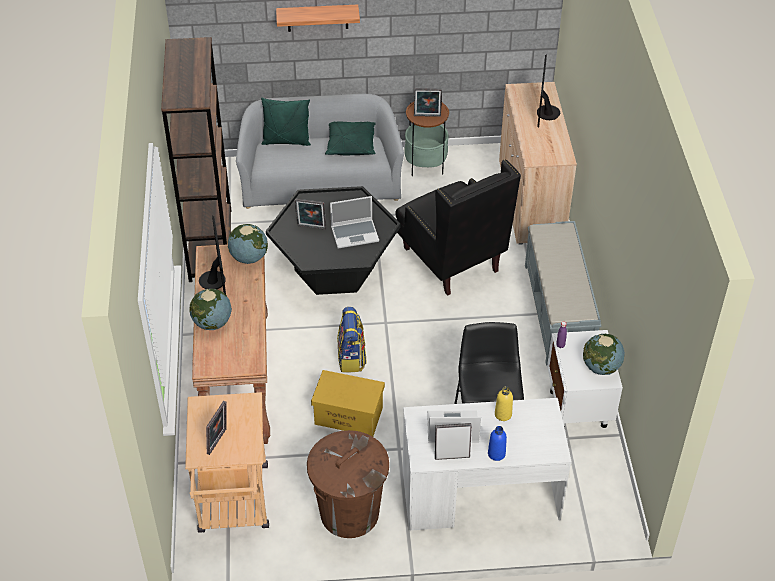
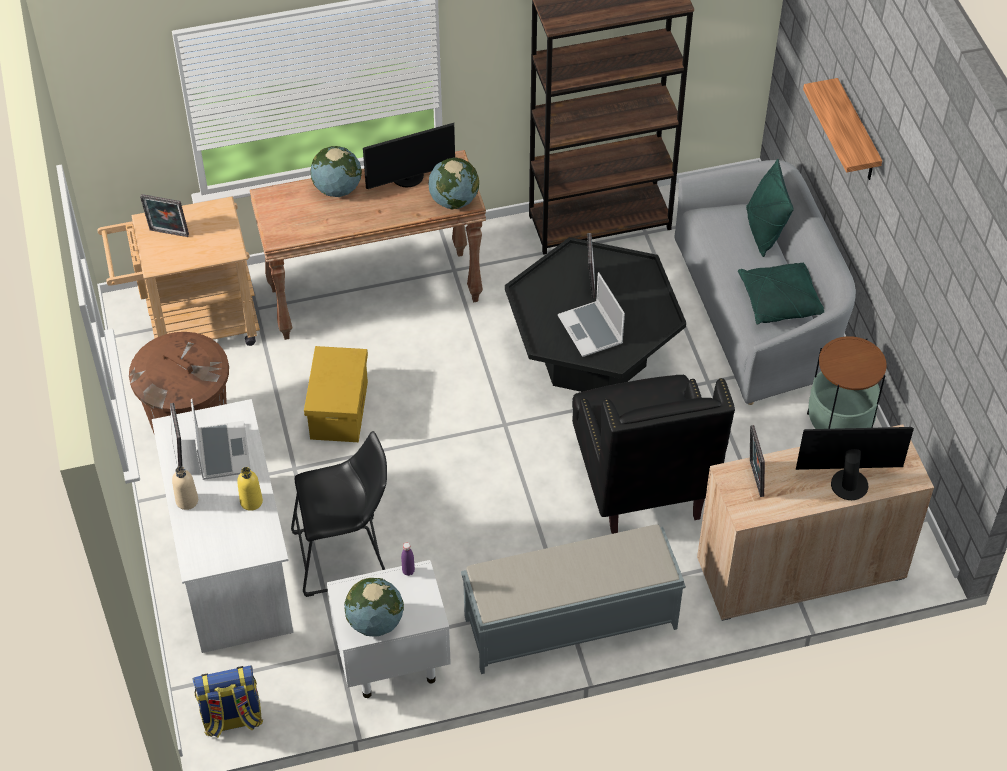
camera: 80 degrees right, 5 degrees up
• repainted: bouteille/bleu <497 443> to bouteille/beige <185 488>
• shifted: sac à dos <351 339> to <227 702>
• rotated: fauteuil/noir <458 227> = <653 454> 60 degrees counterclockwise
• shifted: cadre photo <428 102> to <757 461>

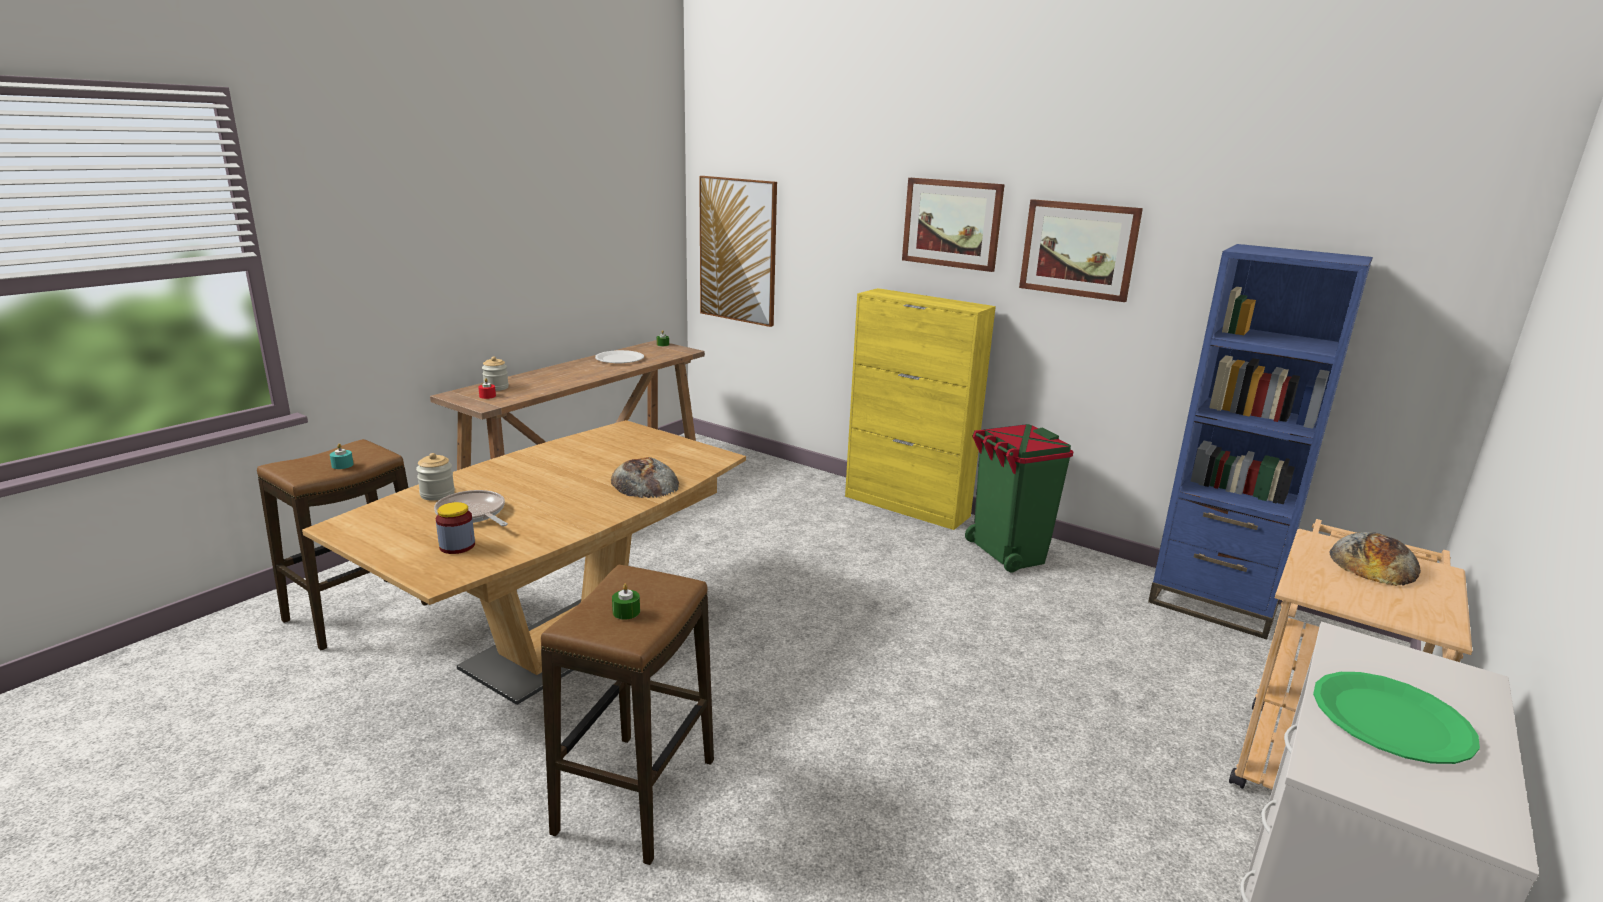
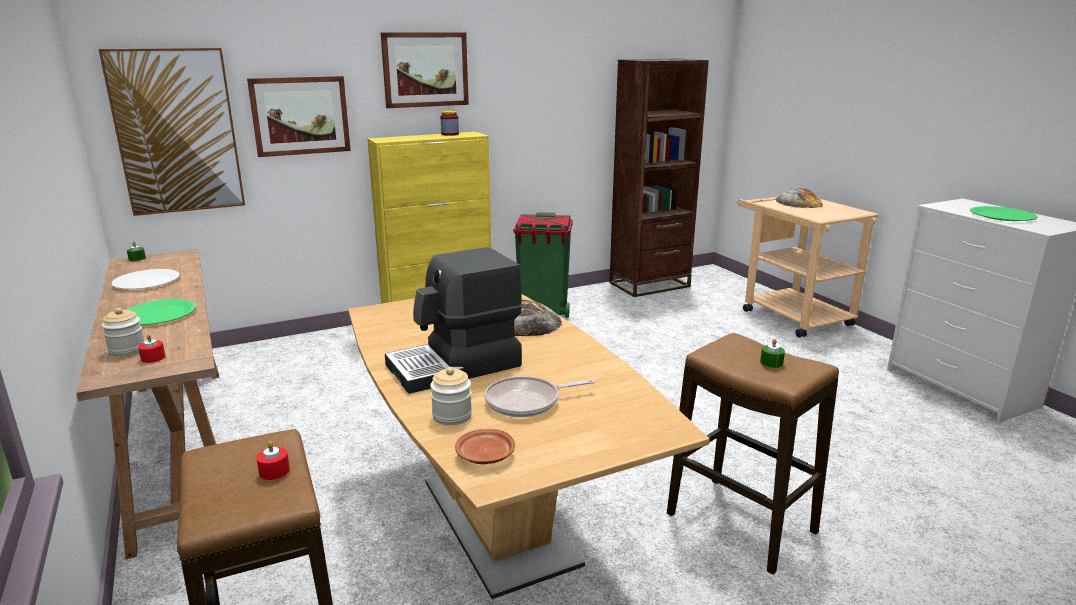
camera: 60 degrees left, 0 degrees up
• new: assiette/vert <161 312>
• shifted: tableau <1081 250> to <299 116>
• repainted: bougie/turquoise <342 456> to bougie/rouge <273 460>
• new: machine à café <453 320>
• shifted: bocal <455 528> to <450 123>
• new: assiette/marron <485 446>
• repainted: bibliothèque/bleu <1260 442> to bibliothèque/marron <659 178>

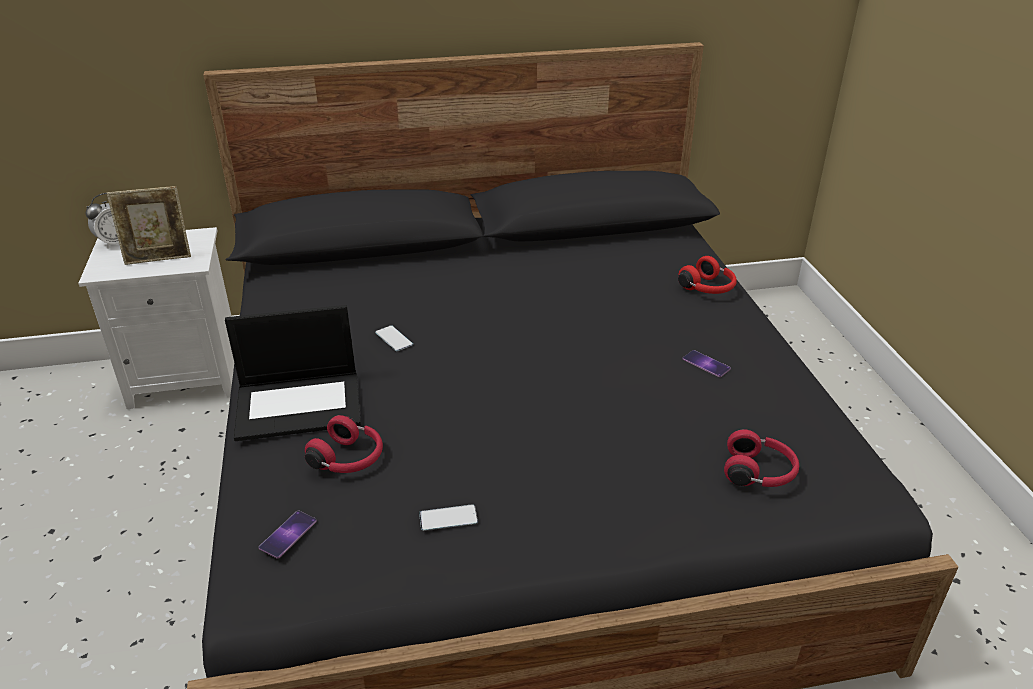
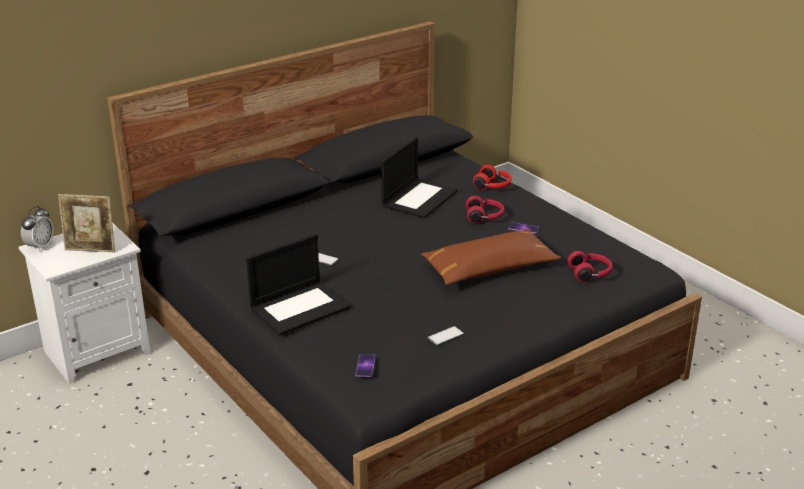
camera: 25 degrees left, 5 degrees down
• rotated: cadre photo <149 225> = <86 223> 45 degrees clockwise
• new: ordinateur portable <419 178>
• new: coussin/marron <491 257>
• shifted: casque audio/rouge <344 444> to <485 209>

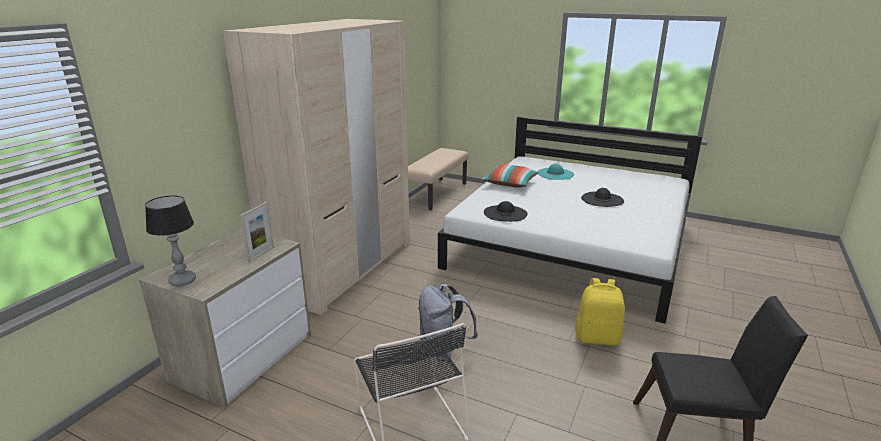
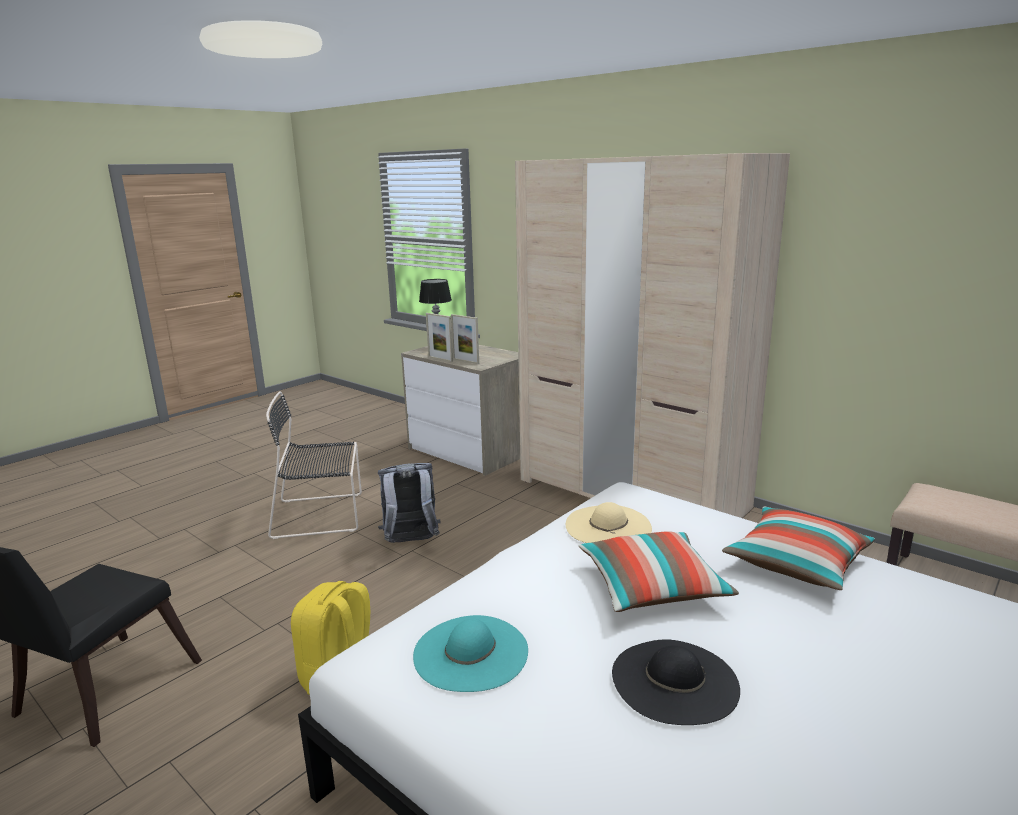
camera: 105 degrees right, 5 degrees down
• shifted: chapeau/turquoise <555 172> to <470 653>
• new: cadre photo <439 337>
• repainted: chapeau/noir <505 211> to chapeau/beige <609 522>
• new: coussin <659 571>

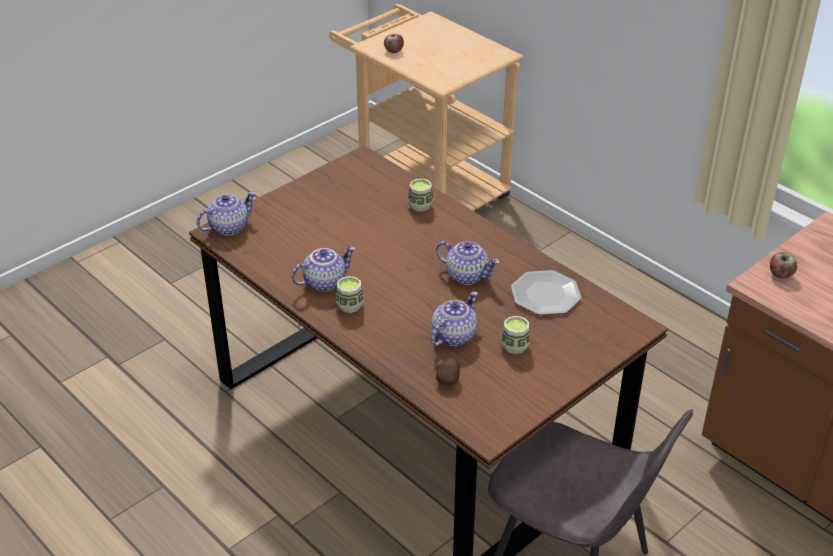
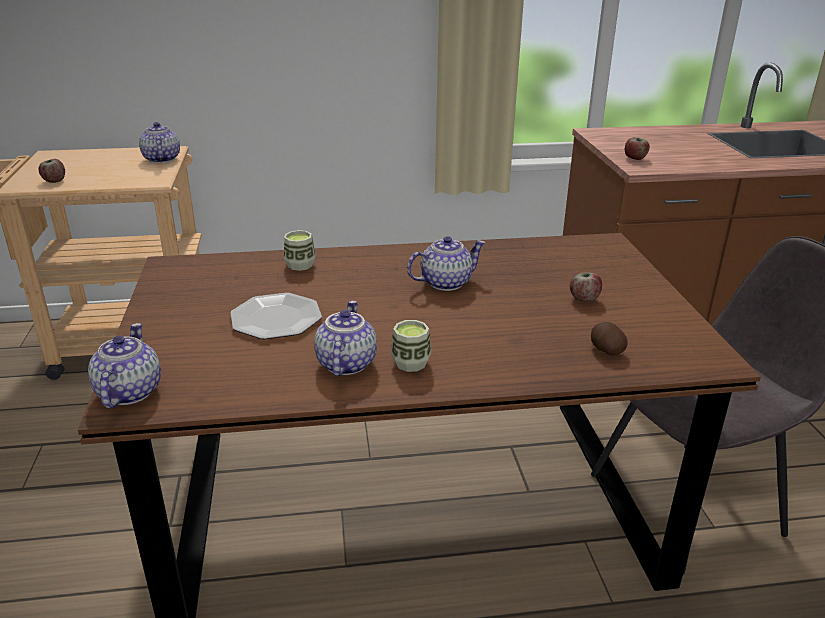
camera: 55 degrees left, 10 degrees down
• shifted: théière <454 318> to <159 142>
• shifted: assiette <546 292> to <276 316>
• swapped: tasse <515 335> to pomme <586 287>

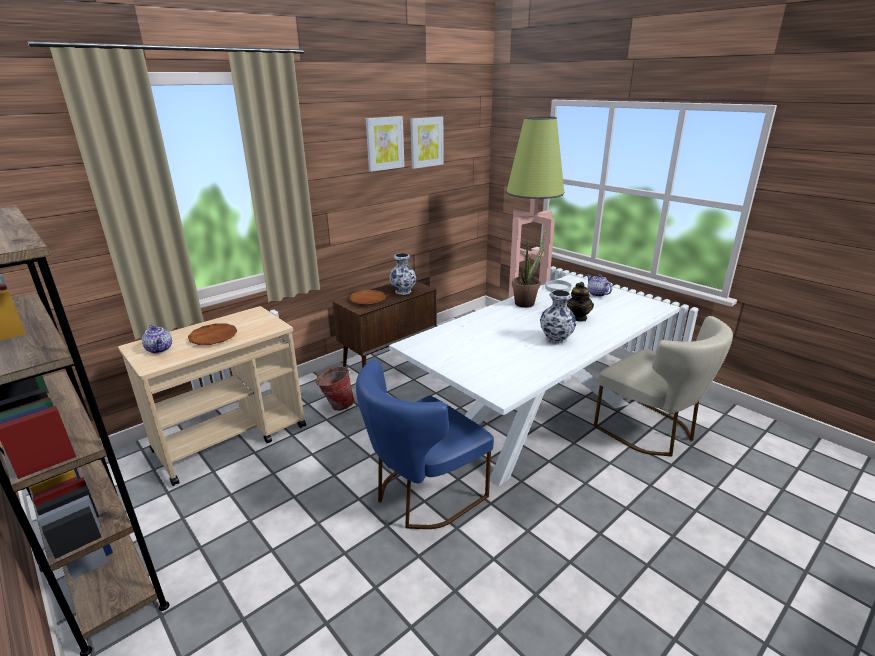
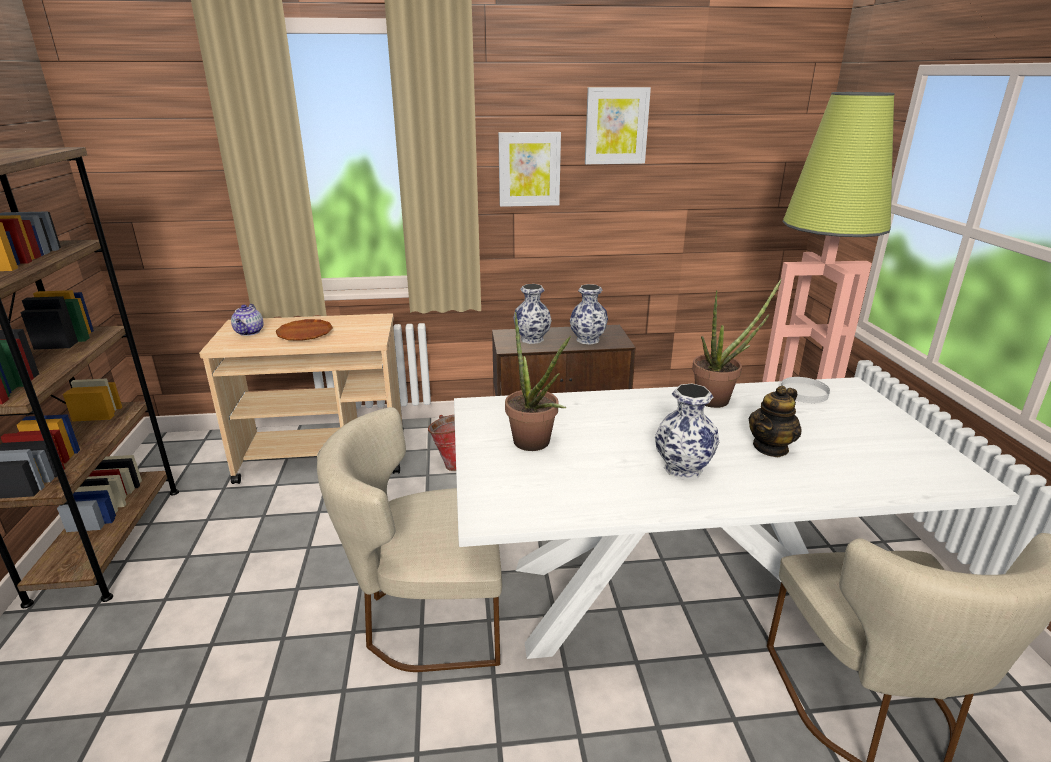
camera: 35 degrees right, 0 degrees up
• repainted: chaise/bleu <425 444> to chaise/beige <409 539>
• shifted: tableau <427 143> to <529 169>
• new: plante en pot <538 381>
• swapped: assiette/marron <367 297> to vase <532 314>
• gone: théière <599 285>

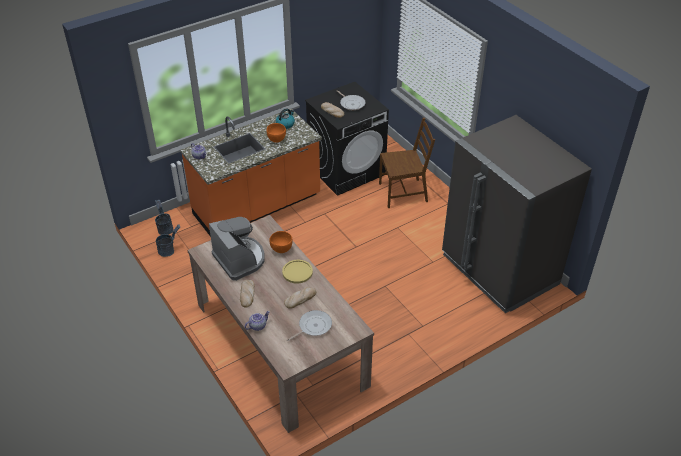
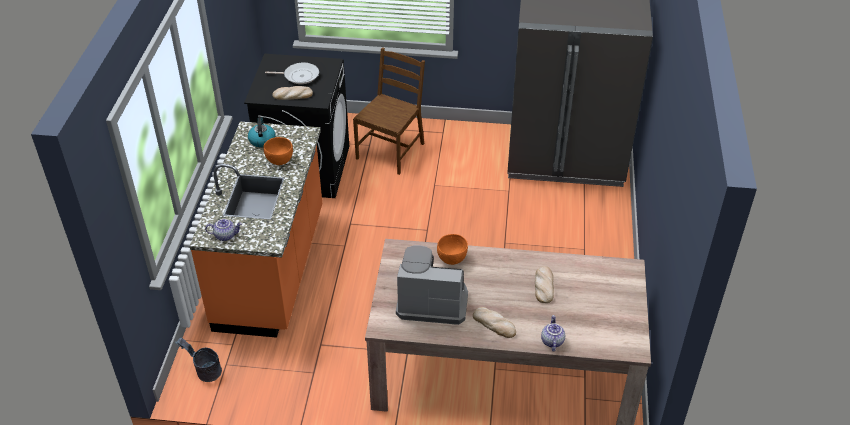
camera: 50 degrees left, 0 degrees up
• gone: seau/gris <168 240>
• gone: assiette/jaune <297 272>
• gone: poêle <309 325>

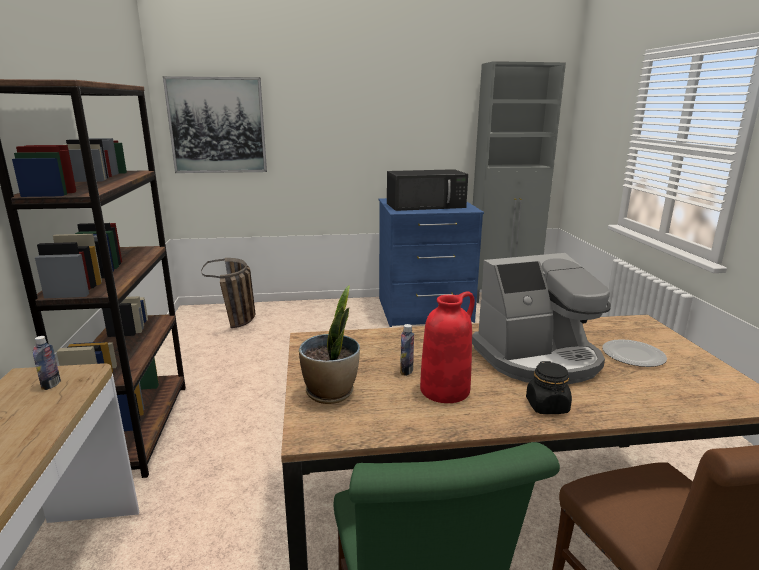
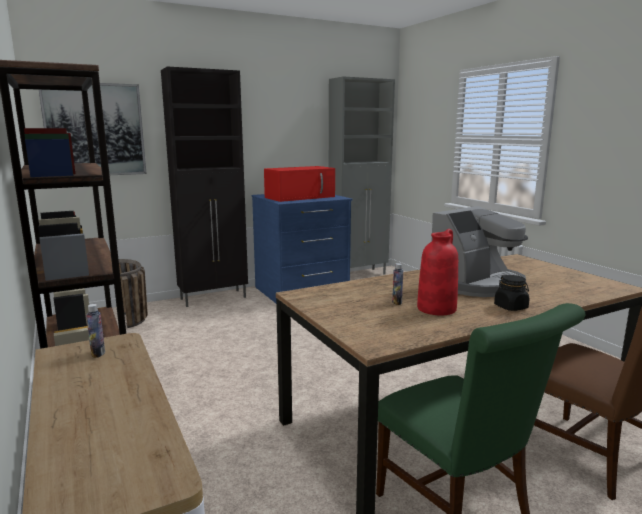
camera: 20 degrees left, 5 degrees down
• new: meuble de rangement/noir <204 187>
• repainted: micro-ondes/noir <427 190> to micro-ondes/rouge <299 184>
• gone: plante en pot <329 344>
• gone: assiette <634 353>

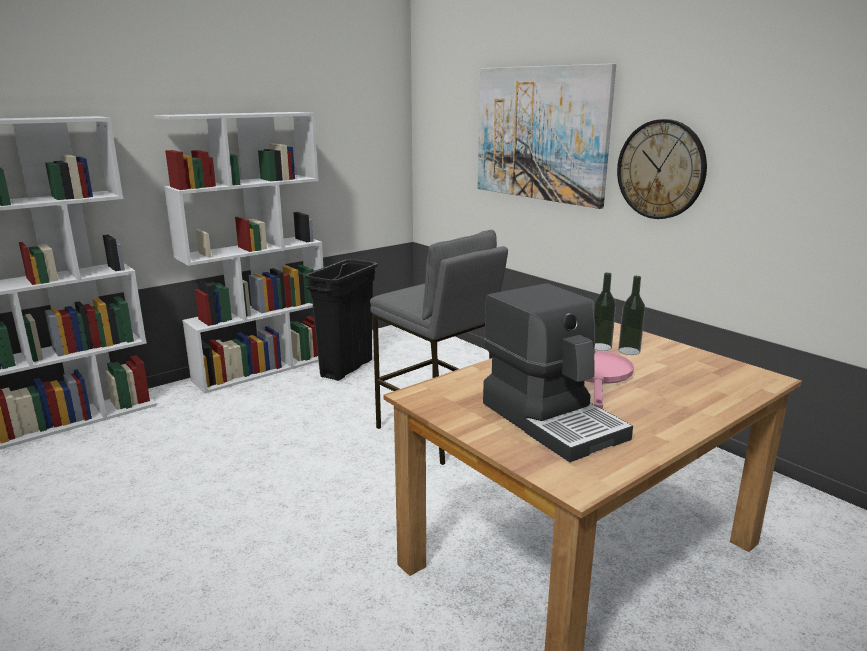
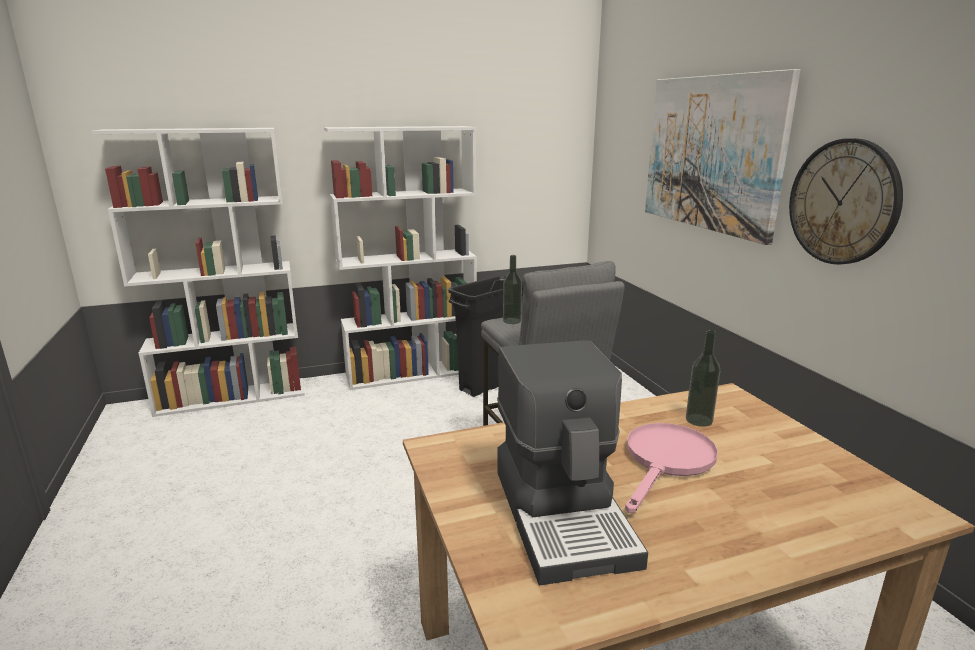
camera: 20 degrees right, 0 degrees up
• shifted: bouteille <631 315> to <512 289>

